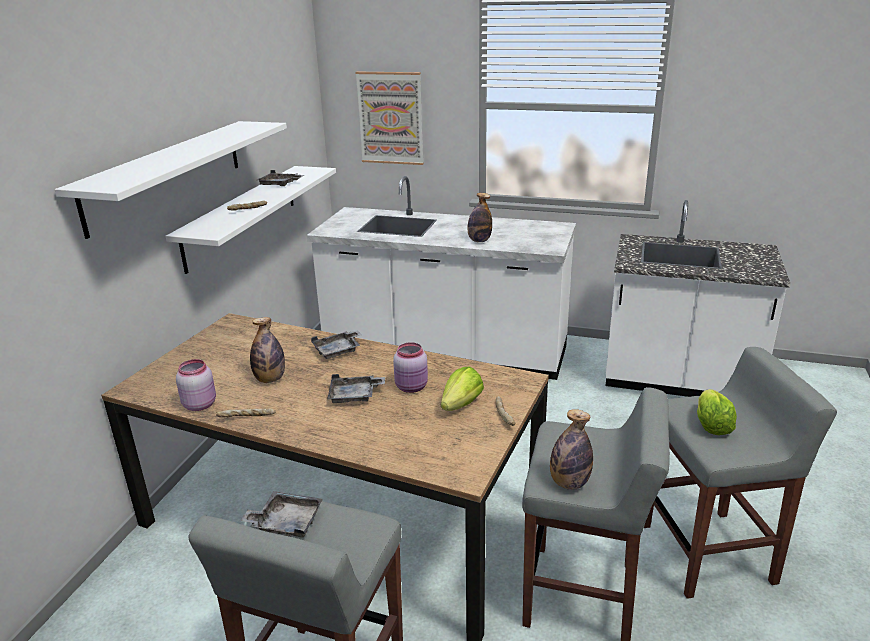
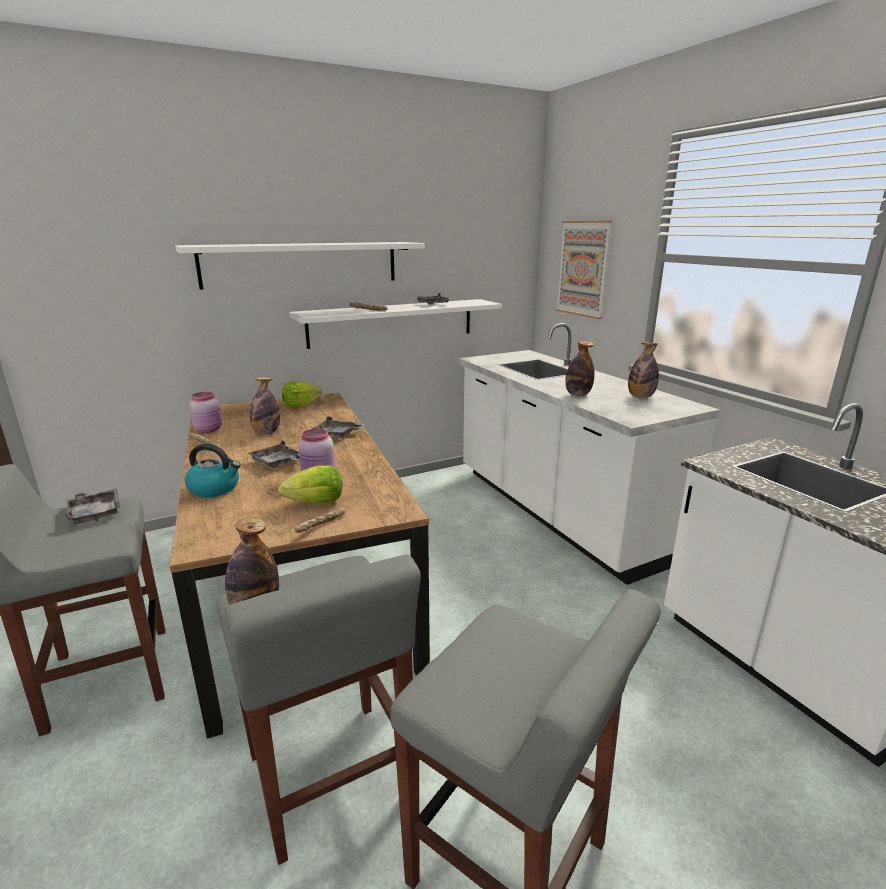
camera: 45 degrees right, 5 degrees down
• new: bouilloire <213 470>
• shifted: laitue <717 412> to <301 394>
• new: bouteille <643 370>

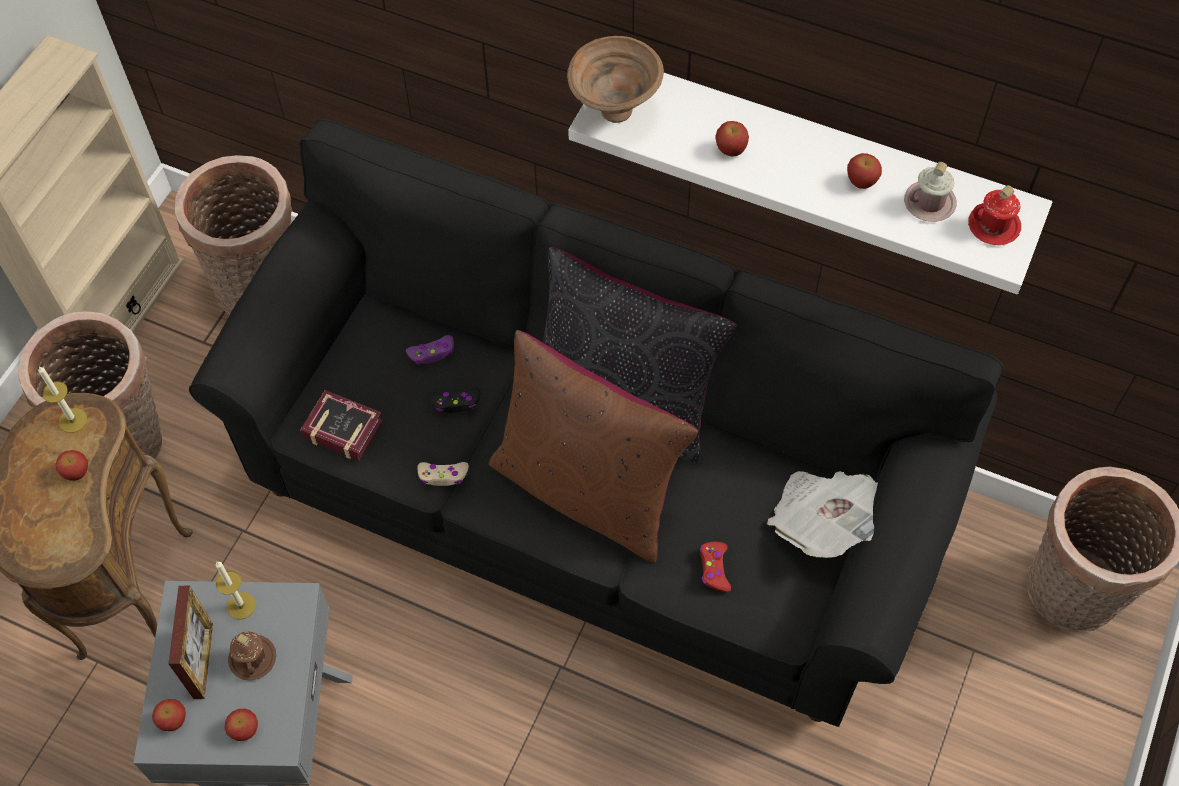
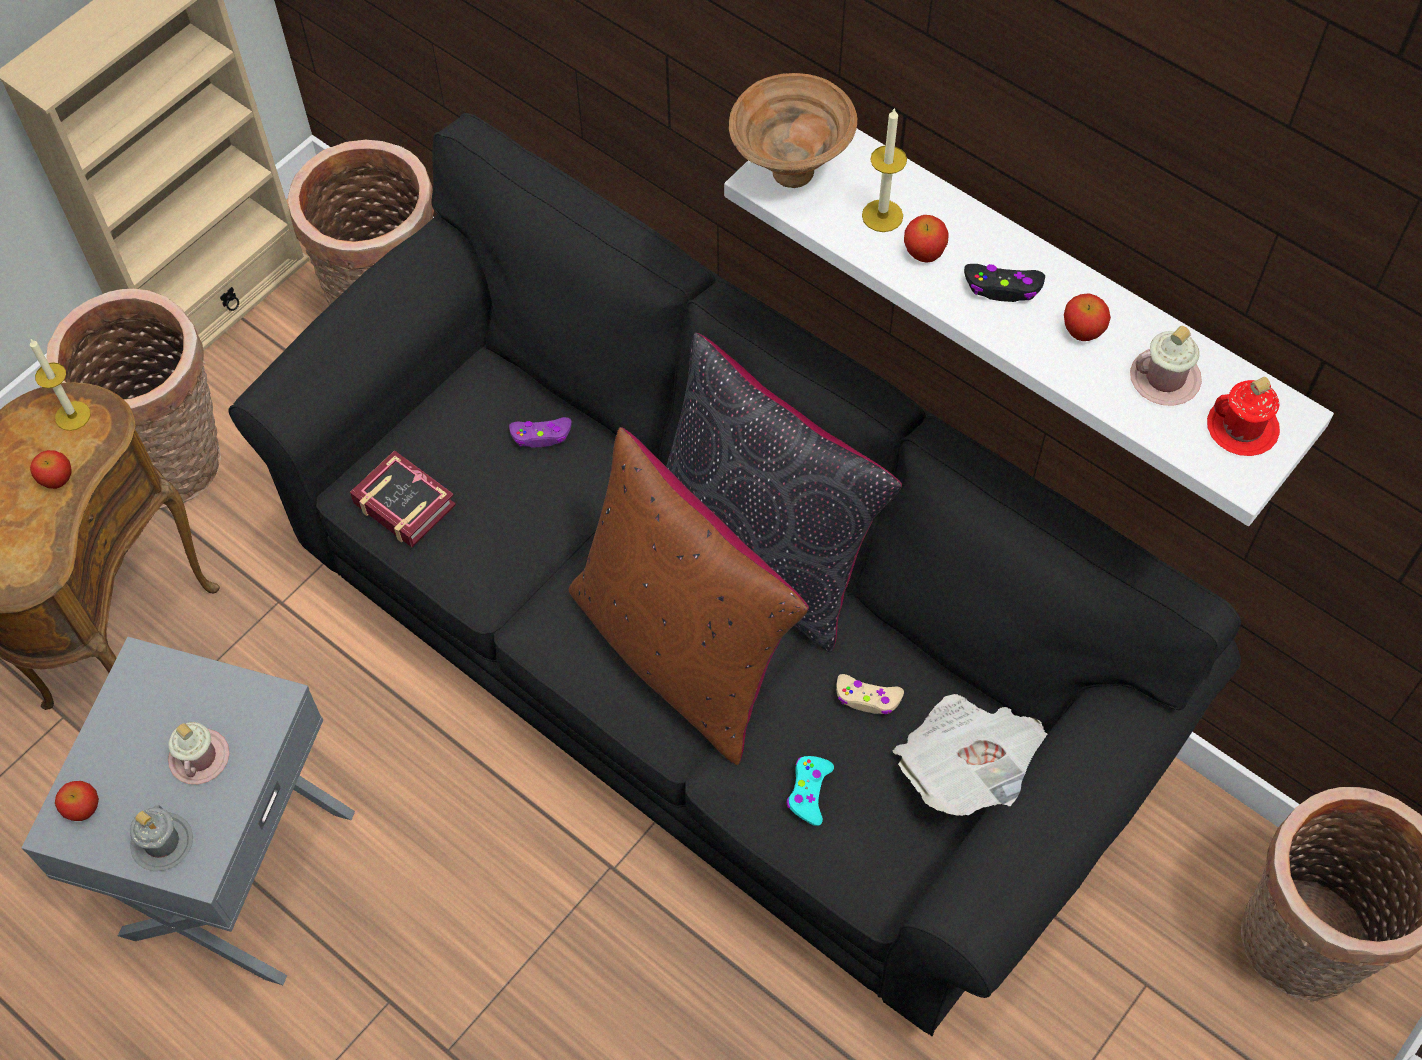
camera: 15 degrees right, 0 degrees up
• swapped: pomme <241 725> to mug/gris <161 838>
• repainted: mug/marron <252 656> to mug/rose <198 753>
• repainted: manette/rouge <715 567> to manette/turquoise <810 791>
• shifted: manette/beige <443 474> to <870 694>
• shifted: bougie <236 590> to <884 169>
• shifted: manette/noir <455 400> to <1004 283>
• gone: cadre photo <190 642>

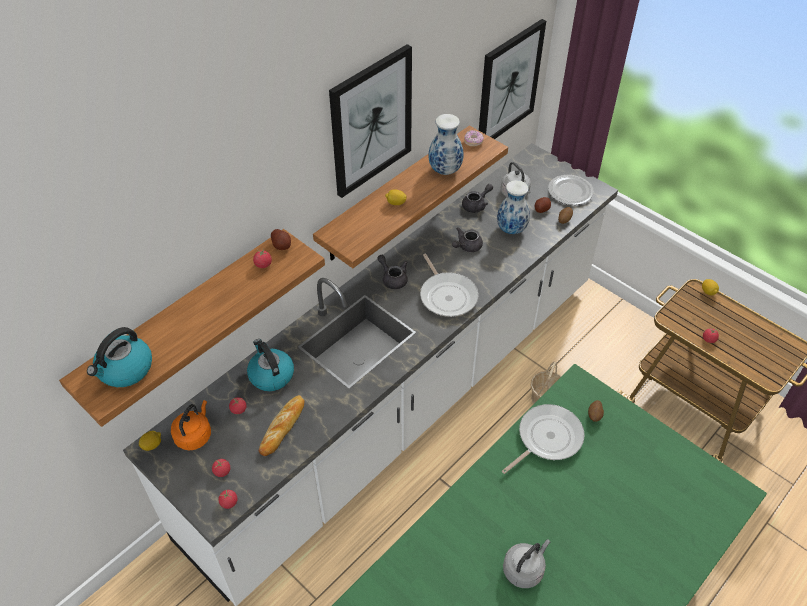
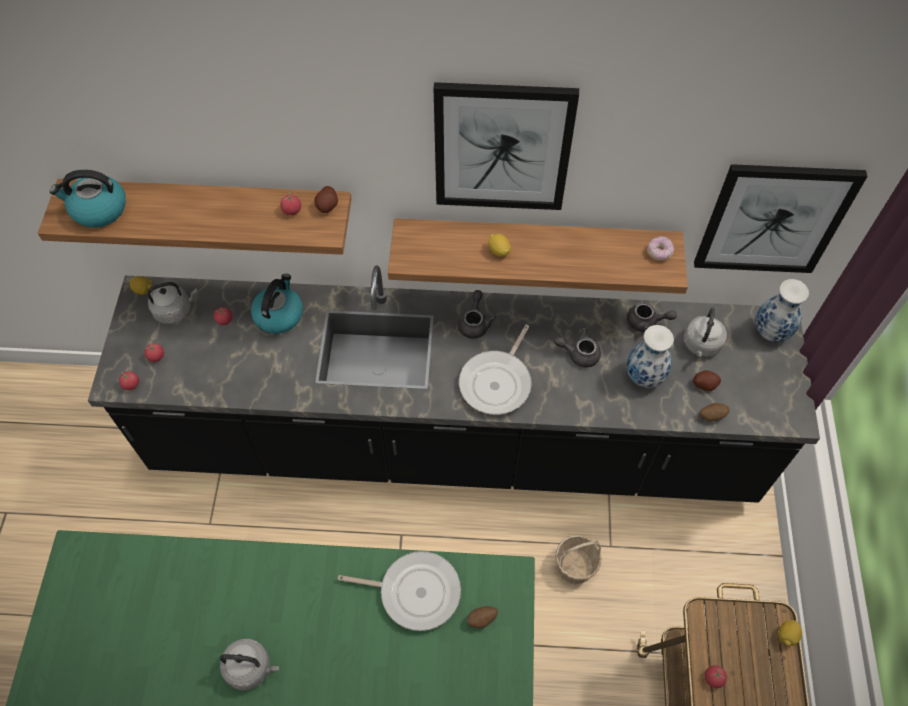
camera: 50 degrees right, 10 degrees up
• repainted: comptoir de cuisine/blanc <370 374> to comptoir de cuisine/noir <454 384>
• repainted: bouilloire/orange <191 425> to bouilloire/gris <172 303>
• shifted: vase <446 144> to <782 310>
• gone: pain <282 425>
• gone: assiette <571 190>

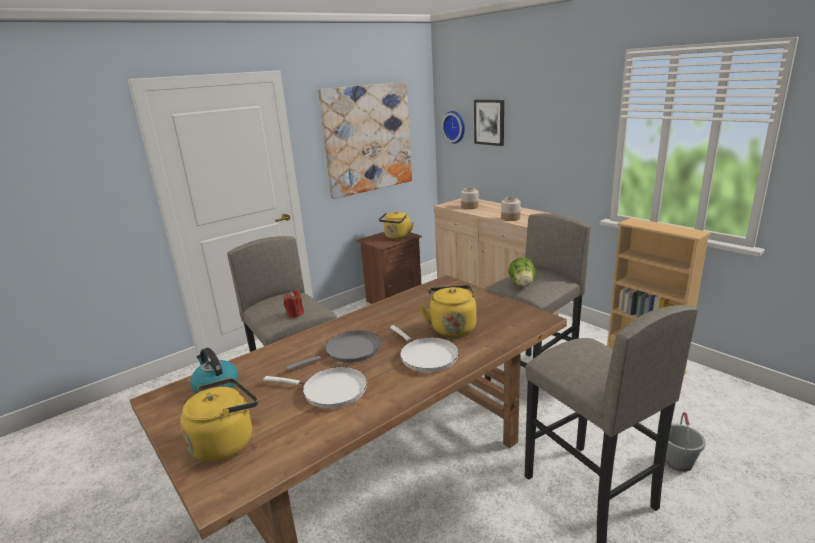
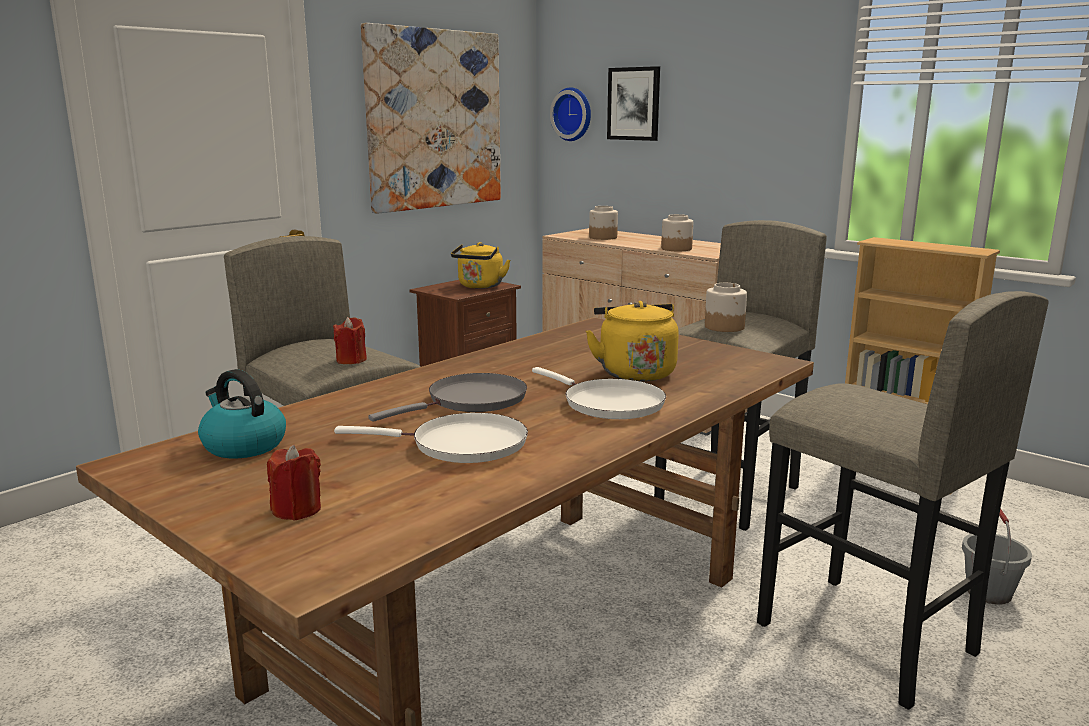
camera: 10 degrees left, 5 degrees down
• swapped: bouilloire/jaune <219 420> to bougie/rouge <294 482>
• swapped: laitue <521 271> to bocal <726 307>

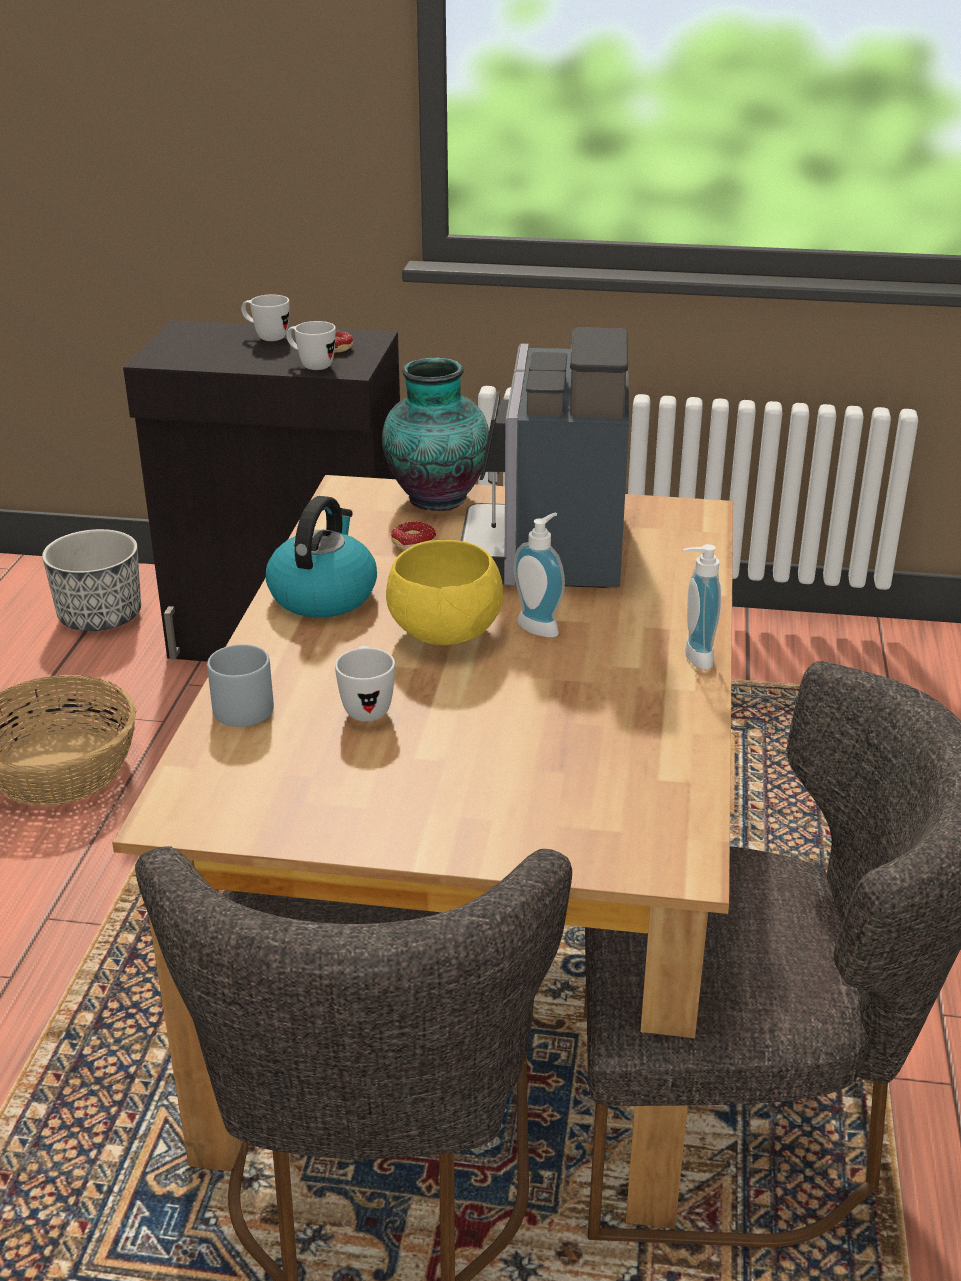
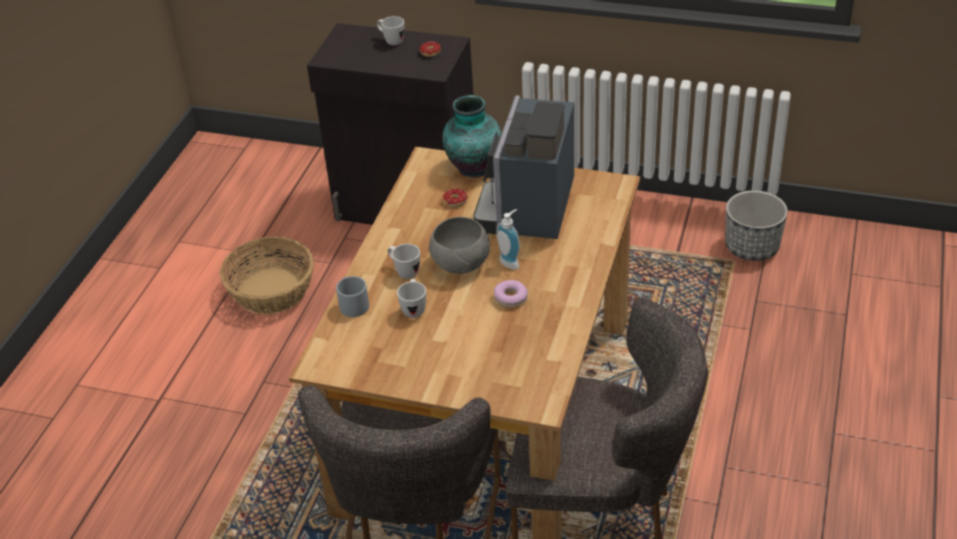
camera: 10 degrees right, 10 degrees up
• shifted: mug/blanc <311 345> to <404 261>
• repainted: bol/jaune <444 592> to bol/gris <459 245>
• new: beignet <511 294>
• shifted: cache-pot <91 580> to <756 225>
• gone: bouilloire <321 557>
• gone: distributeur de savon <701 607>

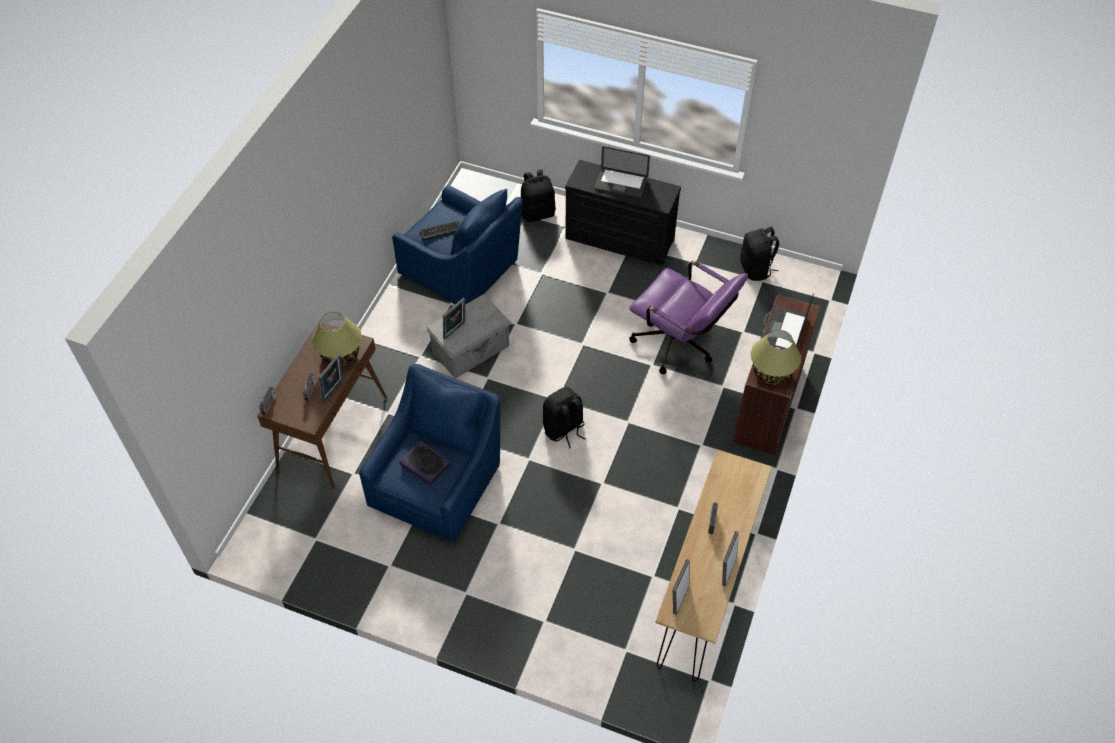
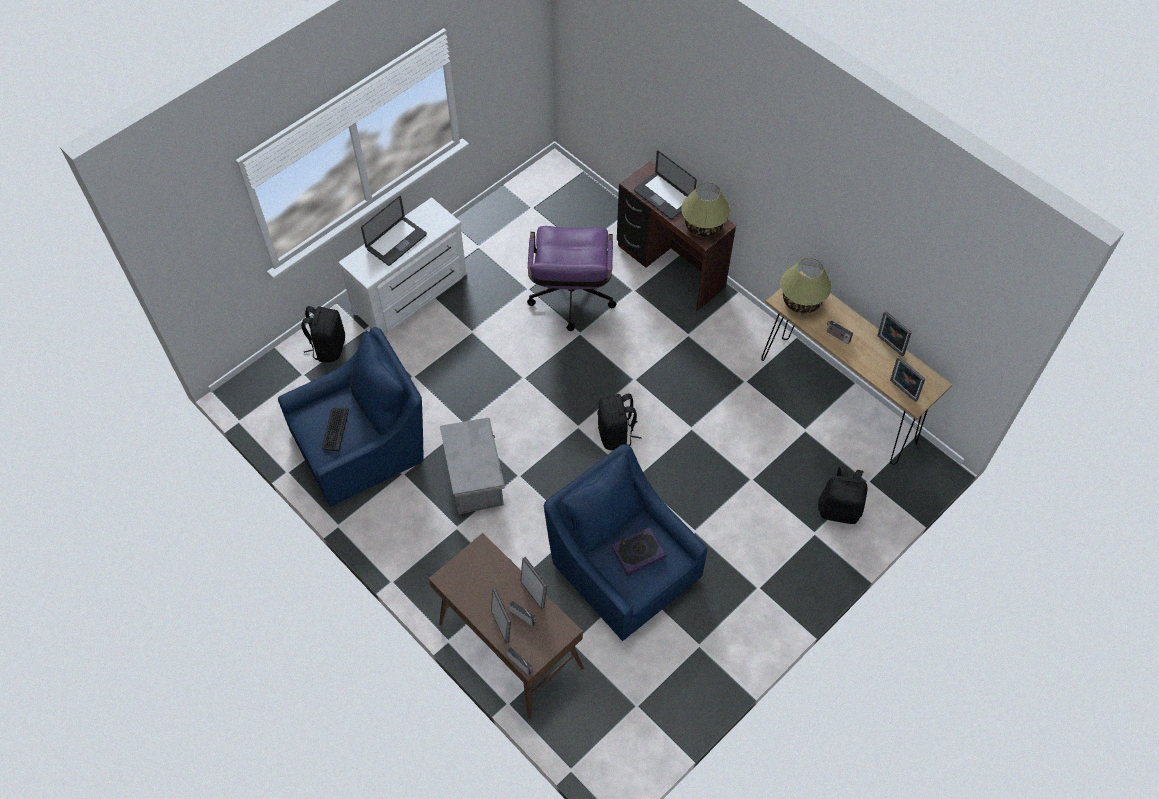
camera: 65 degrees left, 5 degrees up
• repainted: commode/noir <623 213> to commode/blanc <402 266>
• shifted: cadre photo <454 318> to <501 615>
• rotated: chaise de bureau/violet <688 317> = <571 278> 120 degrees clockwise
• shifted: lampe de table <336 339> to <805 286>
• shifted: sac à dos/noir <759 254> to <843 495>

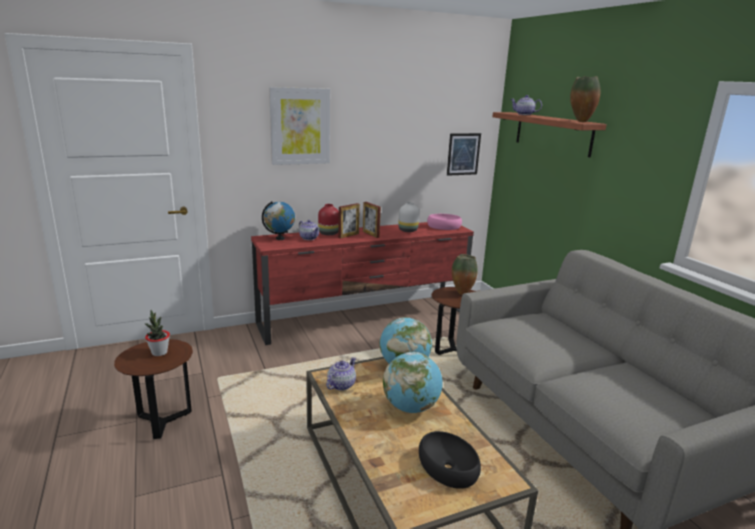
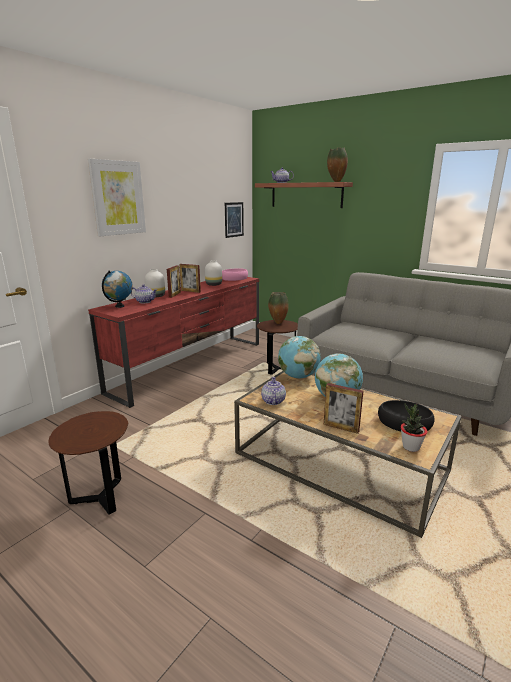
camera: 30 degrees left, 0 degrees up
• repainted: vase/rouge <328 219> to vase/blanc <155 283>
• new: cadre photo <343 408>
• shifted: plante en pot <157 333> to <414 427>

